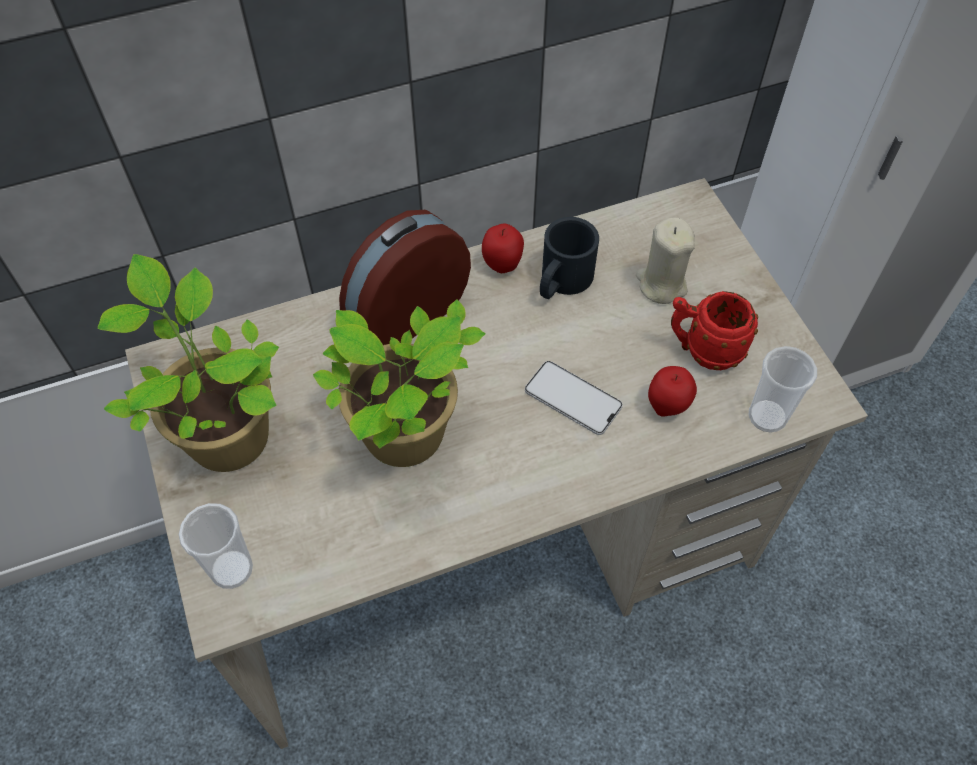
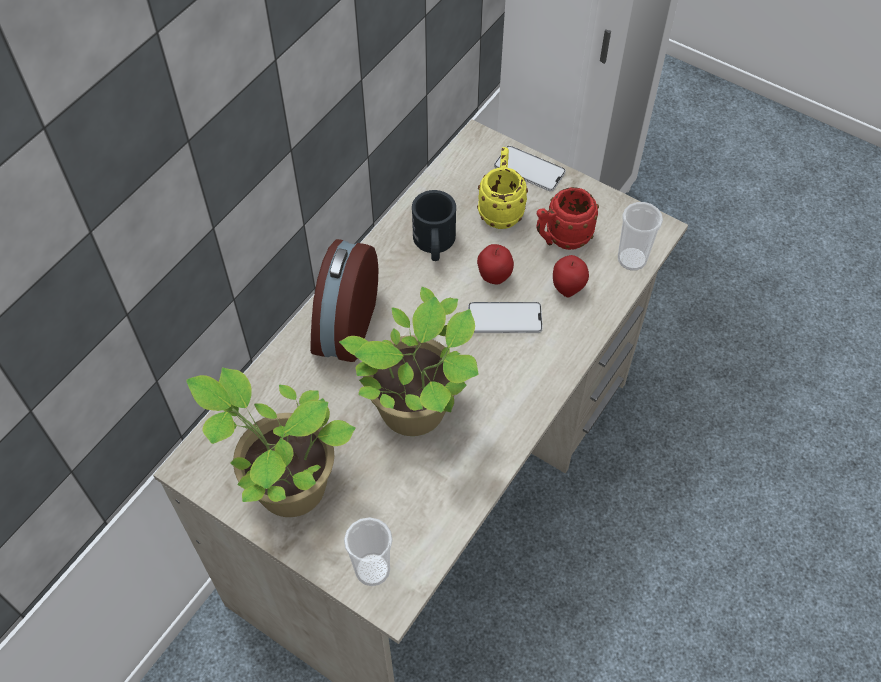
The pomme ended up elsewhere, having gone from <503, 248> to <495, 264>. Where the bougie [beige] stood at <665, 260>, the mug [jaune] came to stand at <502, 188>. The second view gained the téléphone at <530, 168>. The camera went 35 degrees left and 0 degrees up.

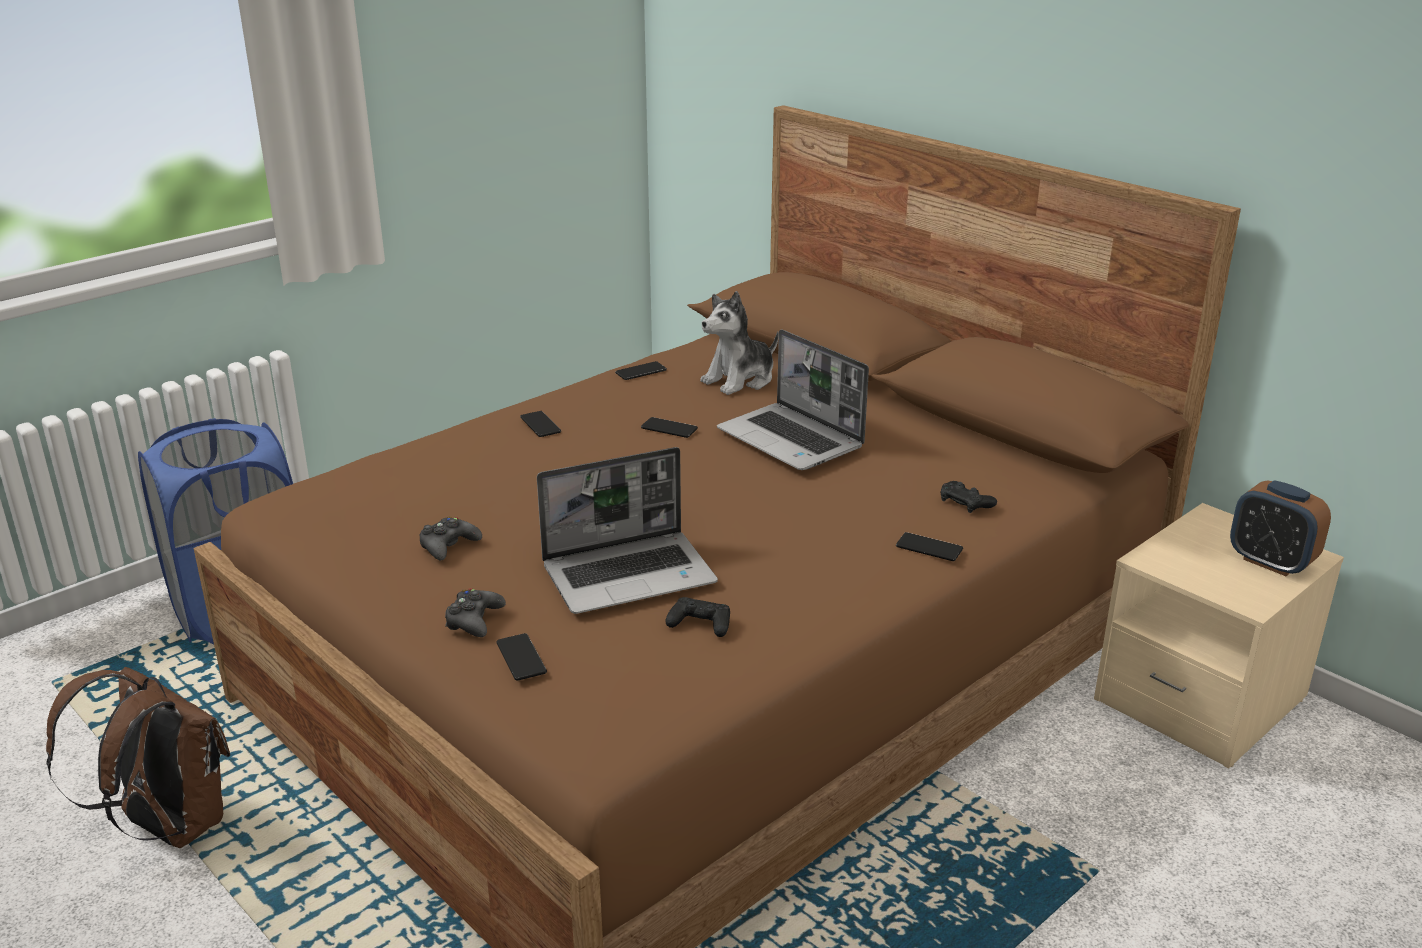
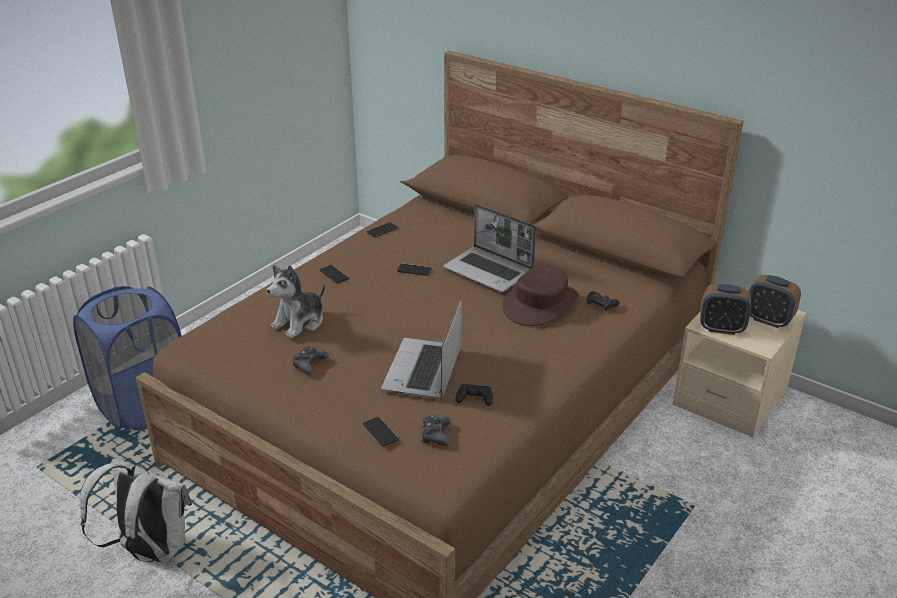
What was the sac à dos [marron] at <138, 757> turned into the sac à dos [blanc] at <136, 510>. The manette [noir] ended up elsewhere, having gone from <475, 613> to <436, 430>. The ordinateur portable at <627, 530> ended up facing another way, 135 degrees clockwise from before. The peluche ended up elsewhere, having gone from <739, 343> to <296, 302>. The second view lost the téléphone at <929, 546>. The second view gained the chapeau [marron] at <540, 295>. The second view gained the réveil at <725, 309>. The camera went 10 degrees left and 5 degrees up.

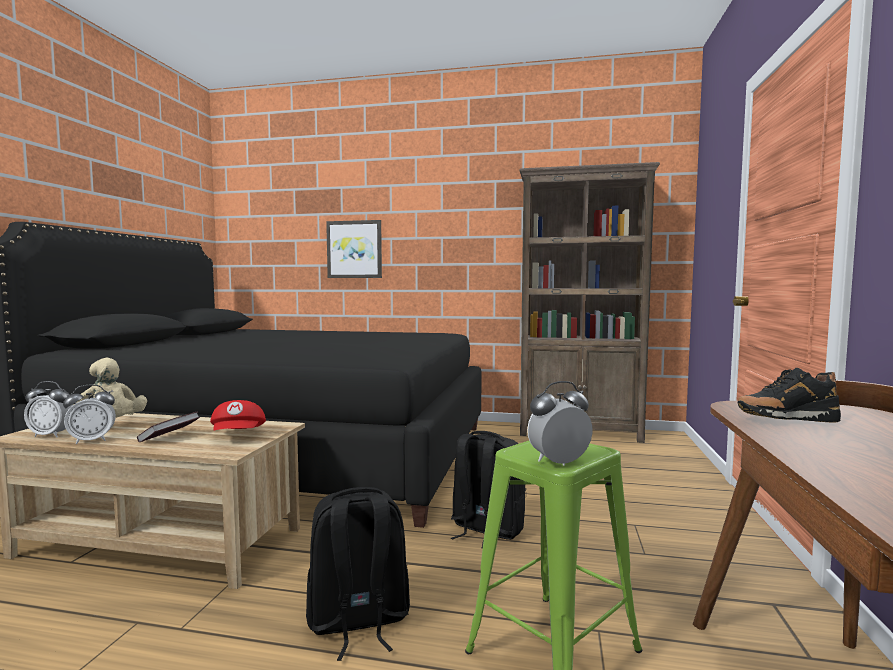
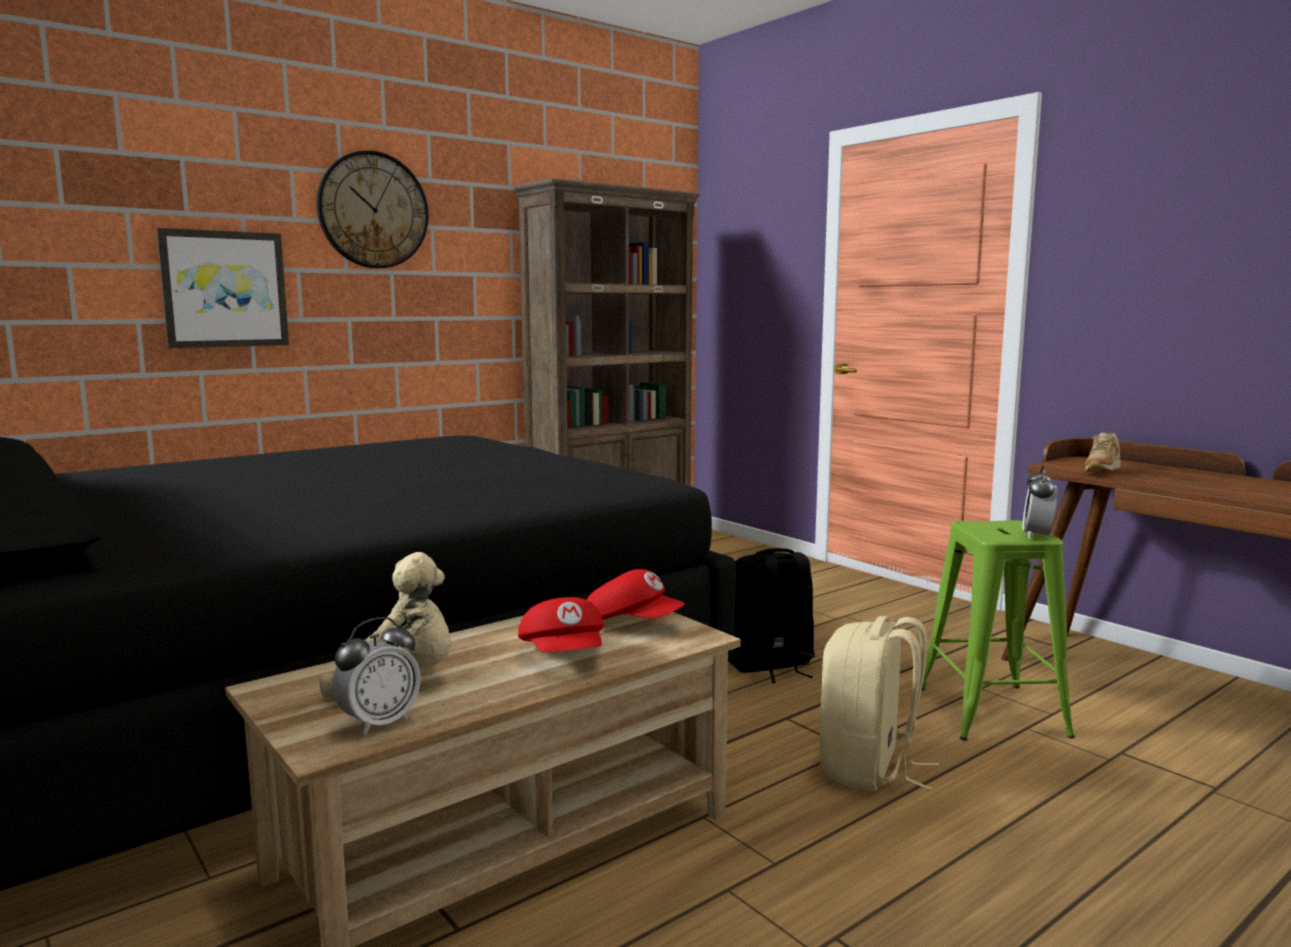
The second view lost the réveil at <89, 414>. Where the livre stood at <168, 427>, the casquette [rouge] came to stand at <561, 624>. What was the sac à dos [noir] at <358, 574> turned into the sac à dos [beige] at <879, 704>. What was the chaussure [noir] at <789, 395> turned into the chaussure [beige] at <1103, 452>. The second view gained the horloge murale at <372, 209>. The camera went 50 degrees left and 5 degrees up.

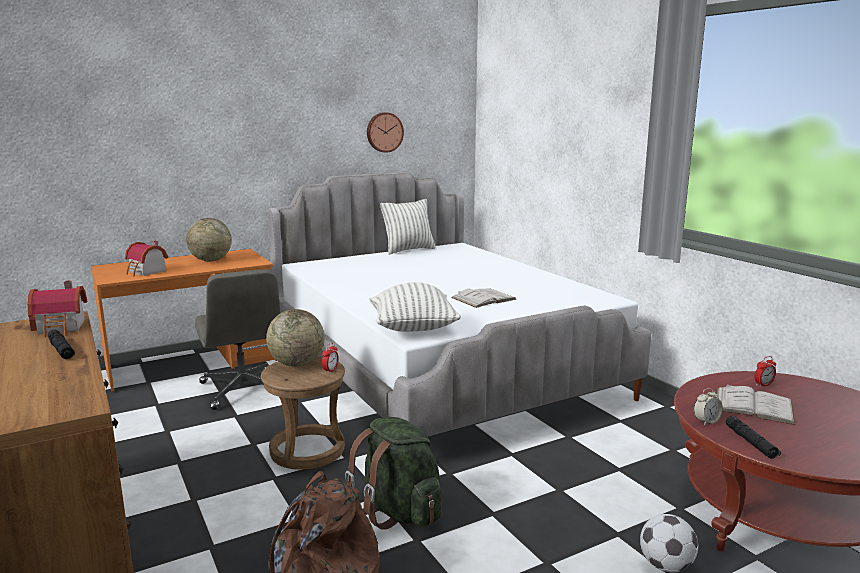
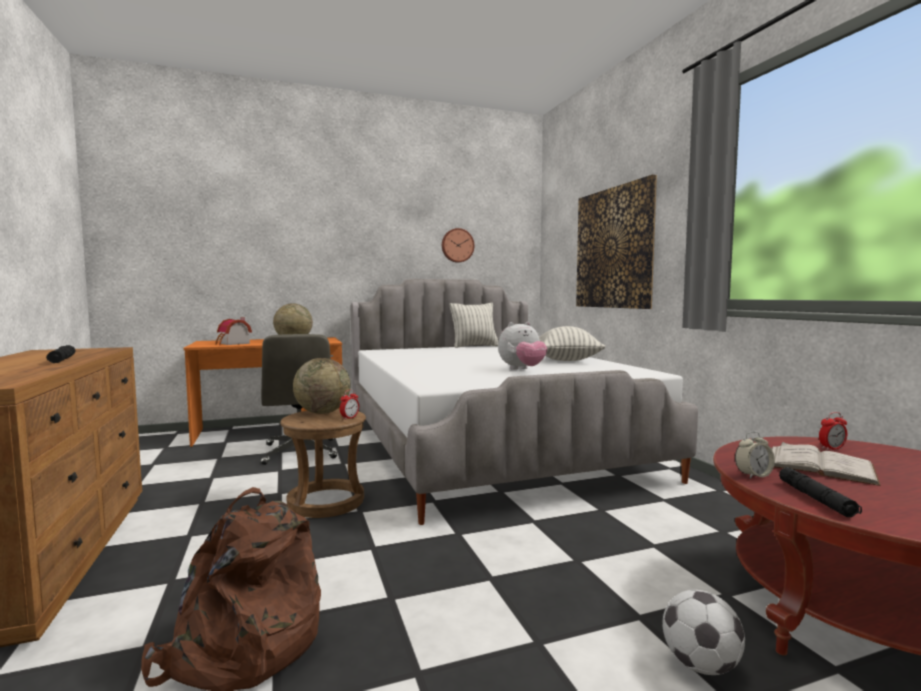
The second view lost the maison miniature at <57, 308>. The second view lost the sac à dos [vert] at <393, 473>. The coussin ended up elsewhere, having gone from <415, 307> to <572, 343>. Where the livre [blanc] stood at <483, 298>, the peluche came to stand at <522, 346>. The second view gained the tableau at <616, 241>. The camera went 10 degrees right and 10 degrees down.

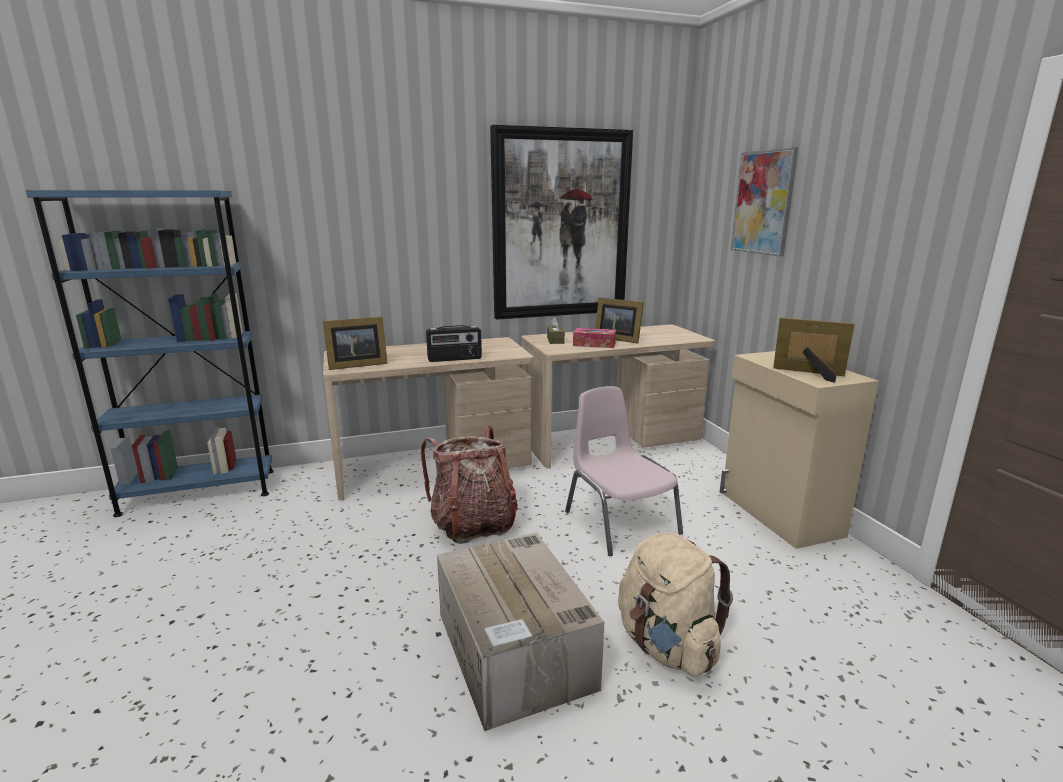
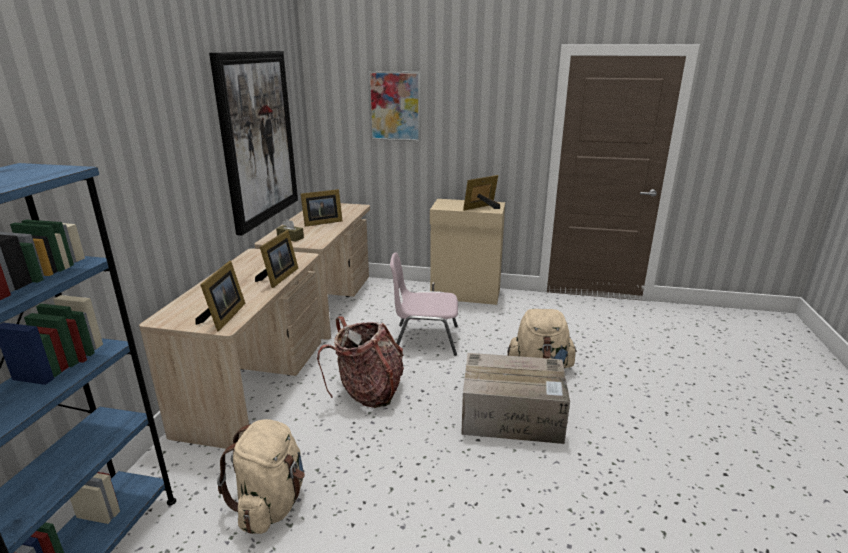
Where the radio stood at <454, 343>, the cadre photo came to stand at <276, 259>. The second view lost the boîte à mouchoirs at <594, 338>. The second view gained the sac à dos [beige] at <261, 476>. The camera went 60 degrees left and 5 degrees up.

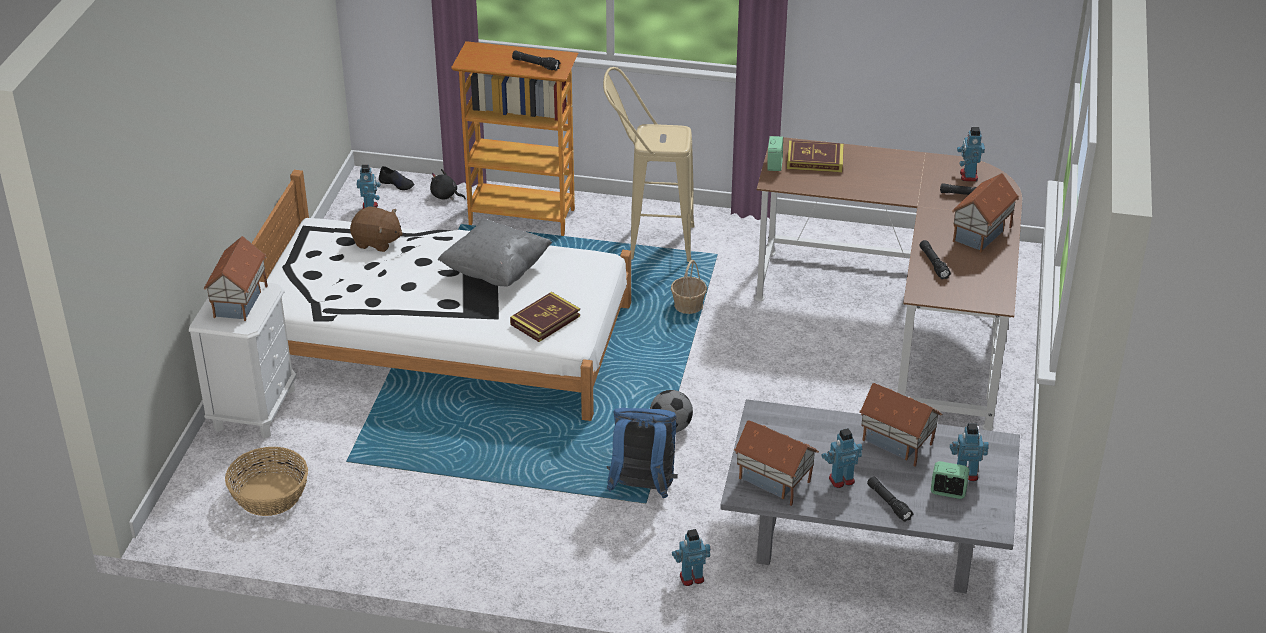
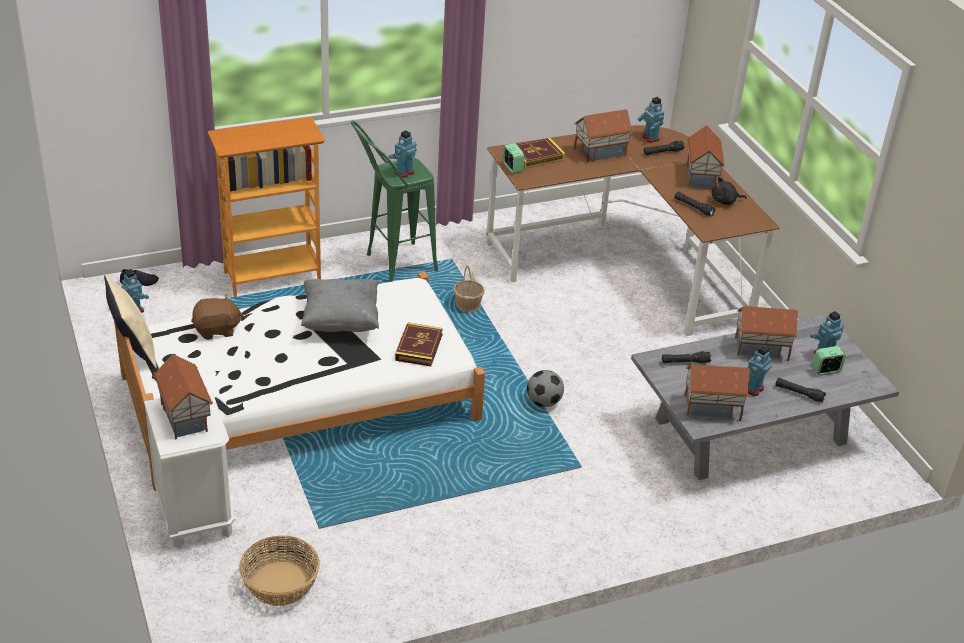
The peluche [noir] ended up elsewhere, having gone from <448, 184> to <729, 191>. The lampe de poche [noir] ended up elsewhere, having gone from <536, 61> to <686, 357>. What was the tabouret [beige] at <648, 164> turned into the tabouret [vert] at <394, 201>. The second view lost the sac à dos [bleu] at <642, 453>. The robot jouet ended up elsewhere, having gone from <691, 557> to <402, 154>. The second view gained the coussin [beige] at <130, 322>. The second view gained the maison miniature at <603, 136>. The camera went 35 degrees left and 0 degrees up.

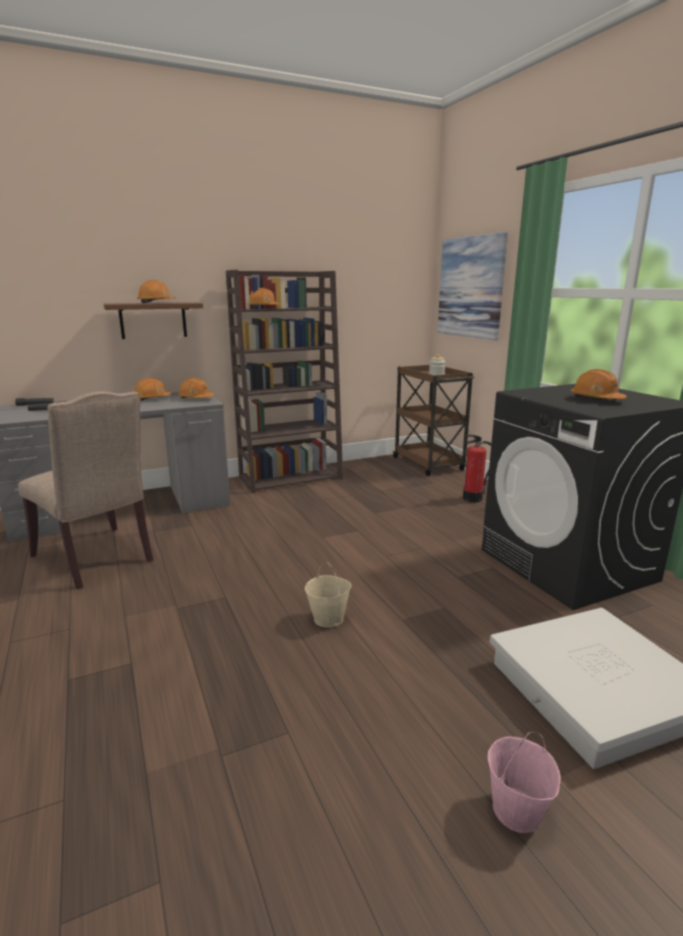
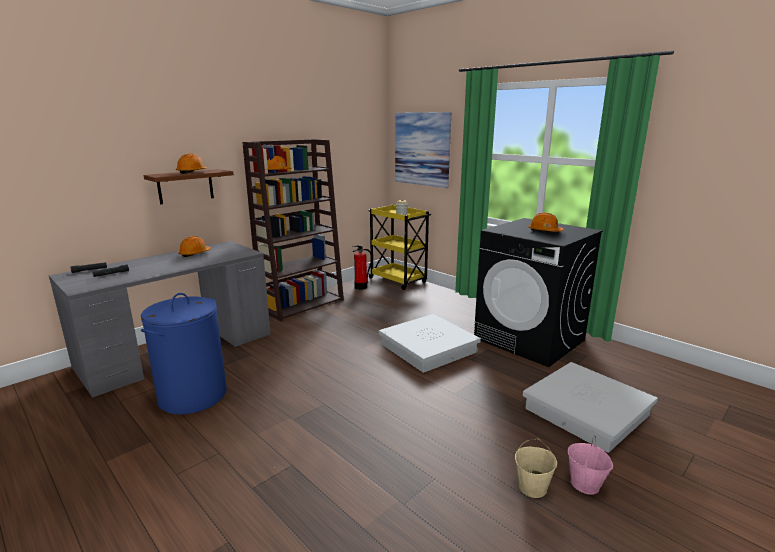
Where the chaise [beige] stood at <86, 490>, the panier à linge [bleu] came to stand at <184, 353>. The second view lost the casque de chantier [orange] at <196, 388>. The seau [beige] ended up elsewhere, having gone from <328, 594> to <536, 468>. What was the chariot [marron] at <433, 420> turned into the chariot [jaune] at <399, 247>. The extincteur ended up elsewhere, having gone from <477, 469> to <362, 267>. The second view gained the boîte de rangement [blanc] at <430, 343>. The camera went 20 degrees left and 0 degrees up.

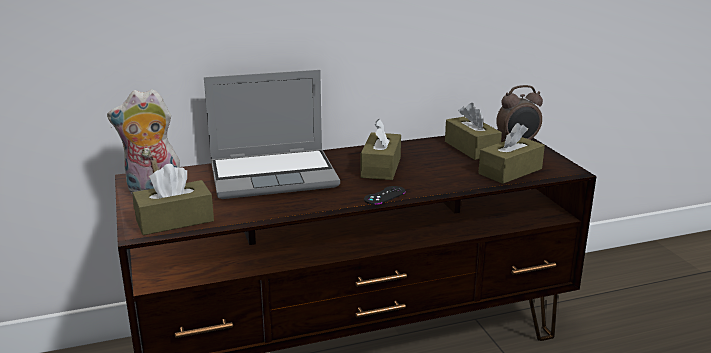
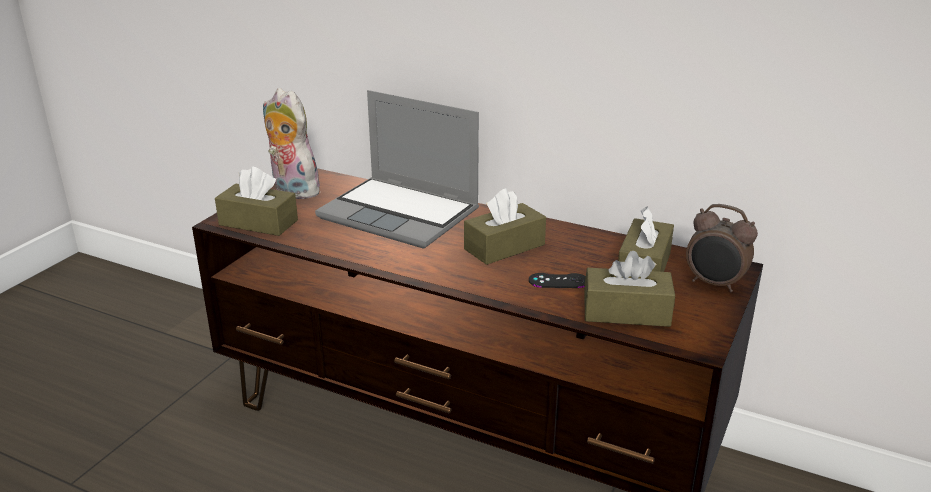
The manette [noir] ended up elsewhere, having gone from <384, 195> to <557, 280>. The camera went 45 degrees right and 5 degrees up.

